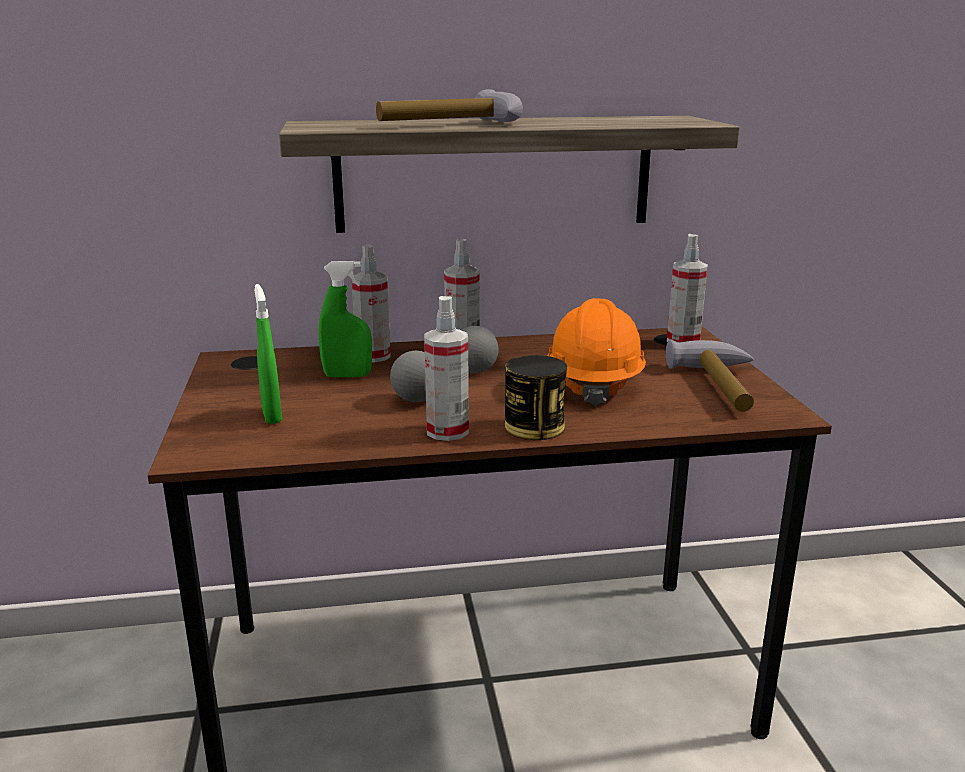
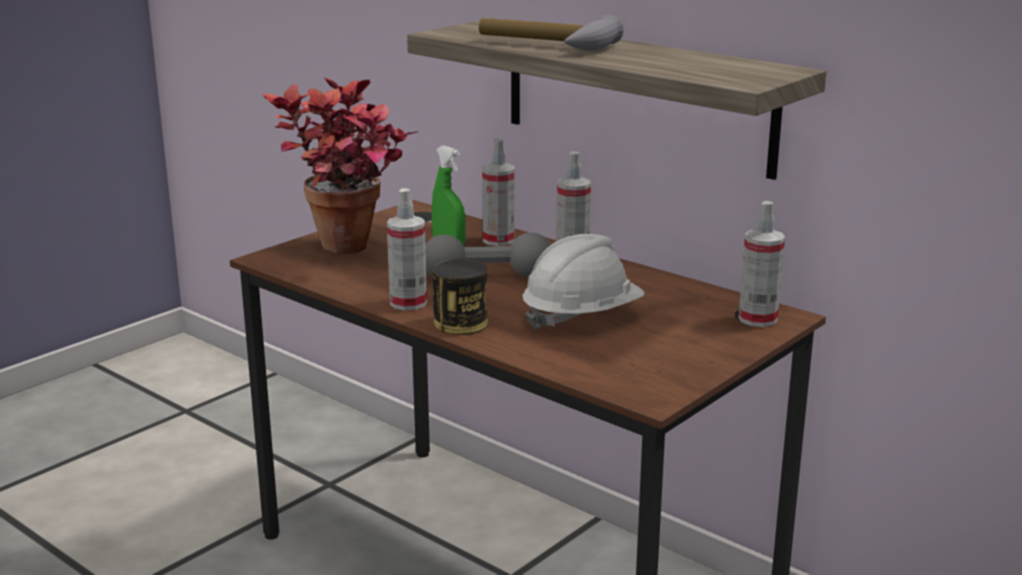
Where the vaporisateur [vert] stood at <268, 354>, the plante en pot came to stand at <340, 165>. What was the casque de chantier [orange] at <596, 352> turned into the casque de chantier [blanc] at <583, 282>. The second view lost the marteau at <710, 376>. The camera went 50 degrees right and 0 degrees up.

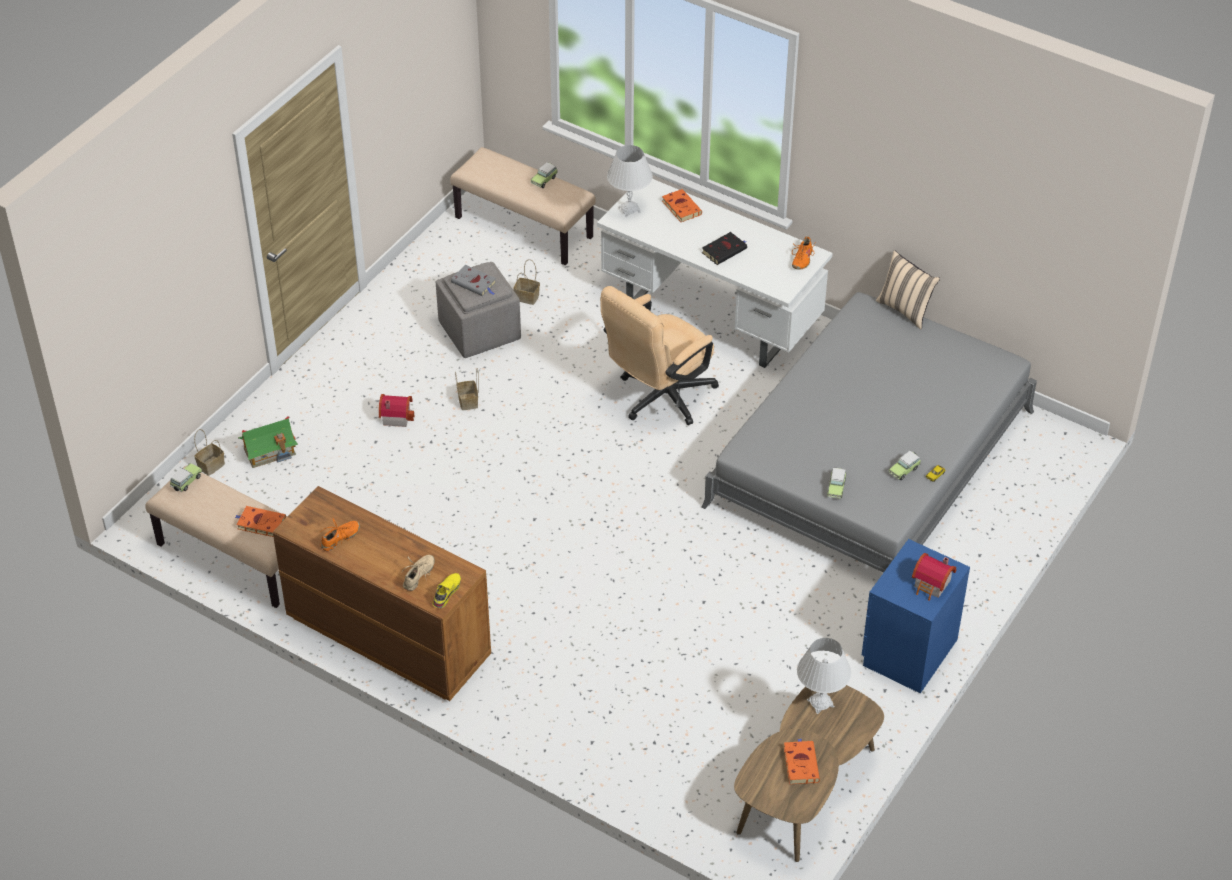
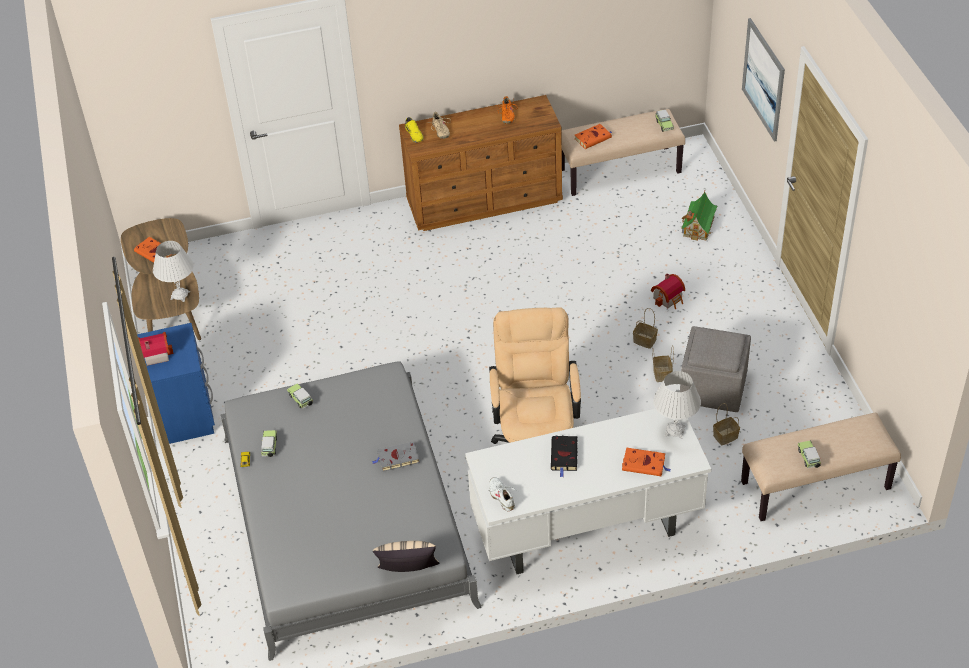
The panier ended up elsewhere, having gone from <209, 452> to <663, 363>. The livre [gris] ended up elsewhere, having gone from <473, 280> to <396, 456>. What was the chaussure [orange] at <803, 253> turned into the chaussure [blanc] at <503, 494>. The second view gained the tableau at <763, 80>. The camera went 135 degrees right and 0 degrees up.

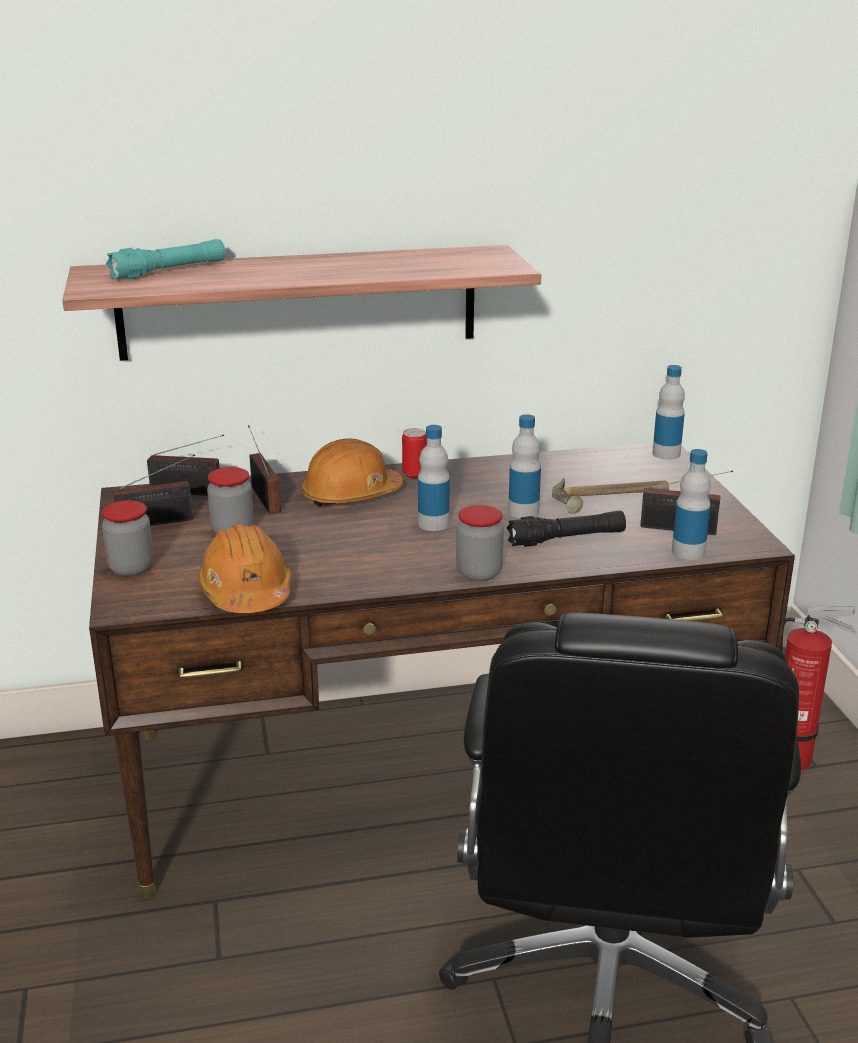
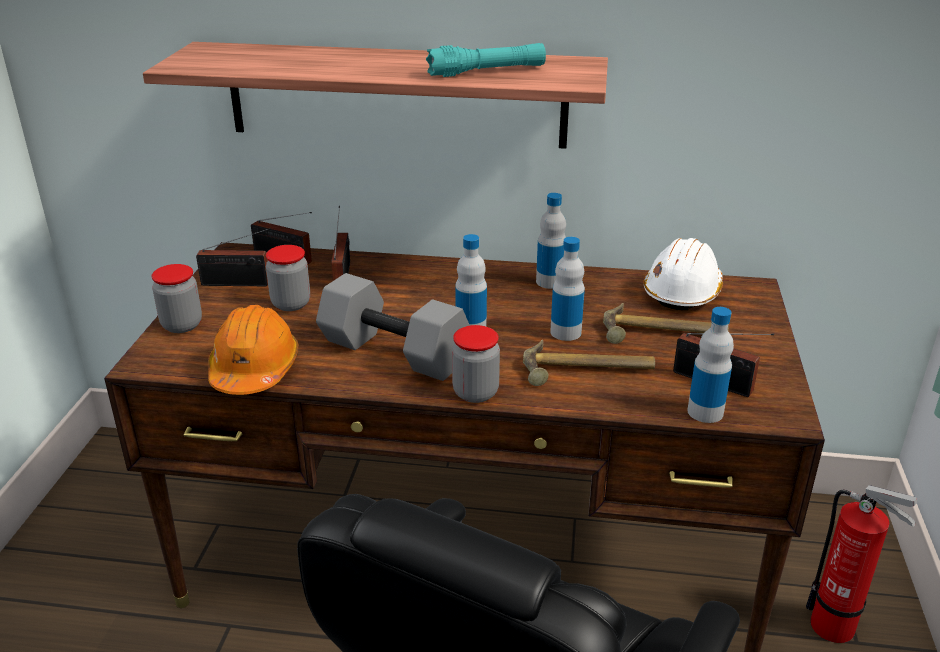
The lampe de poche [turquoise] ended up elsewhere, having gone from <165, 259> to <486, 60>. The second view lost the casque de chantier [orange] at <352, 472>. The second view lost the boîte métallique at <414, 453>. Where the lampe de poche [noir] stood at <566, 529>, the marteau came to stand at <589, 363>. The bouteille ended up elsewhere, having gone from <668, 412> to <551, 241>. The second view gained the haltère [gris] at <393, 327>. The second view gained the casque de chantier [blanc] at <683, 274>. The camera went 20 degrees right and 5 degrees up.

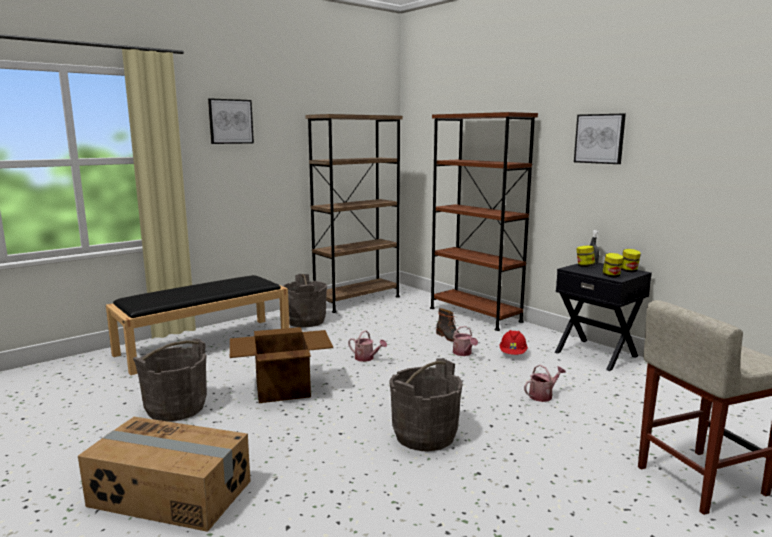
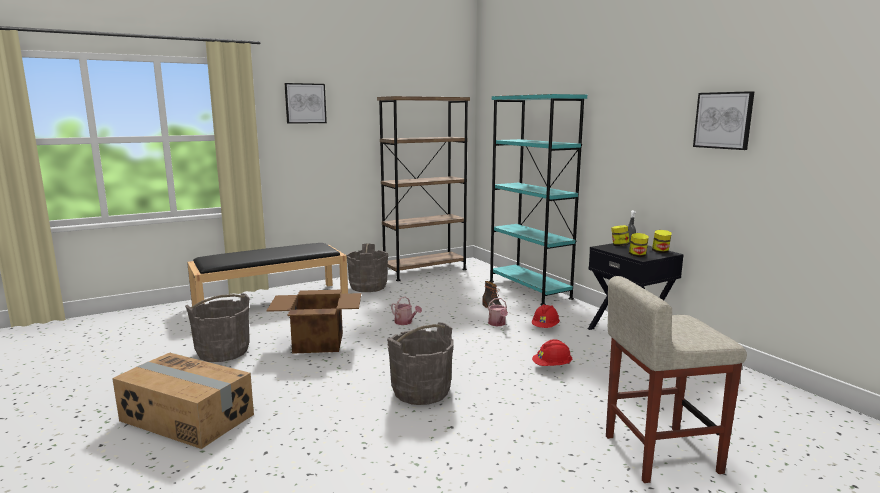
What was the bibliothèque [marron] at <484, 221> turned into the bibliothèque [turquoise] at <538, 200>. Where the arrosoir stood at <545, 383>, the casque de chantier [rouge] came to stand at <552, 352>. The tableau ended up elsewhere, having gone from <600, 139> to <724, 120>. The camera went 10 degrees right and 0 degrees up.

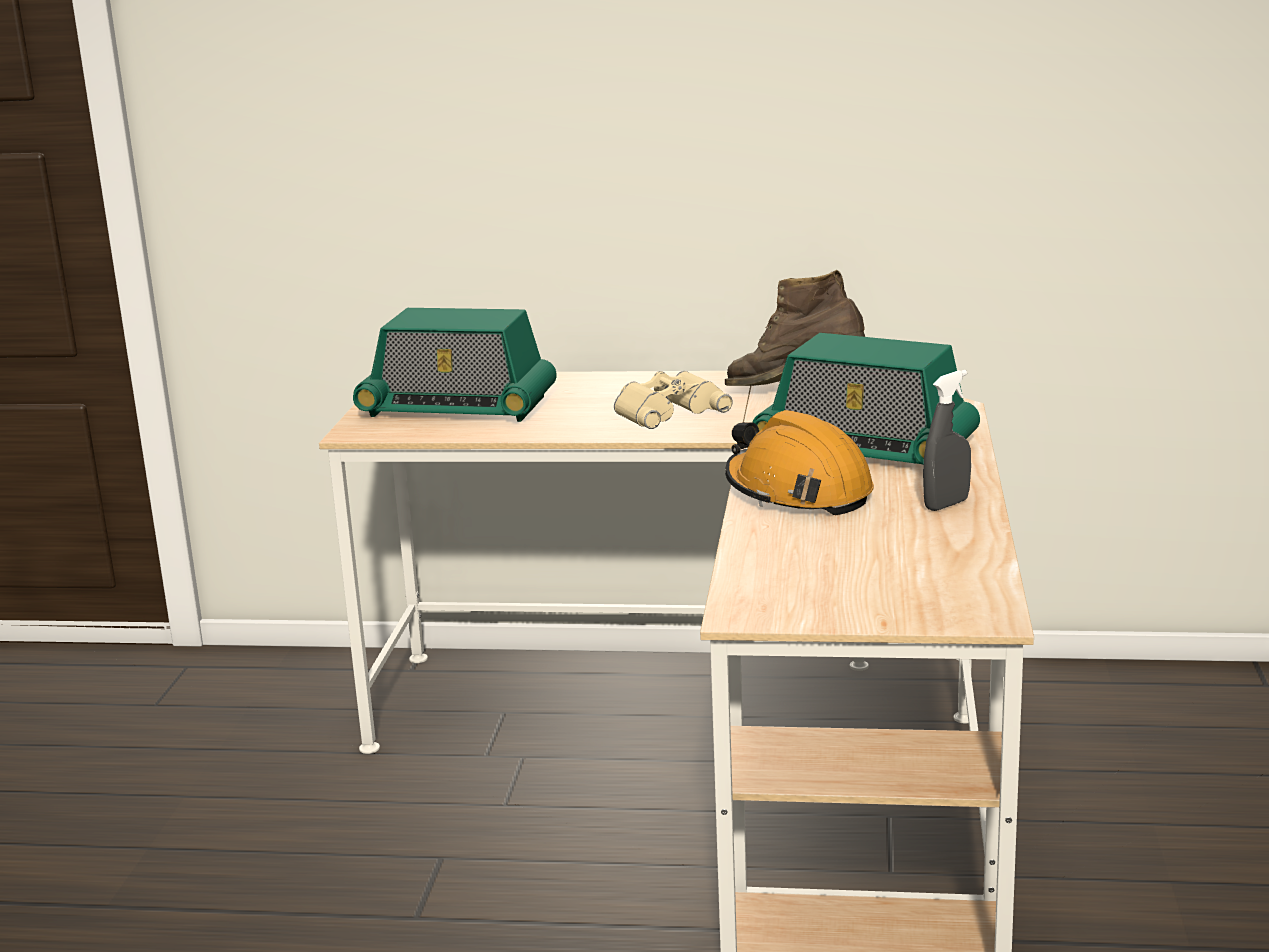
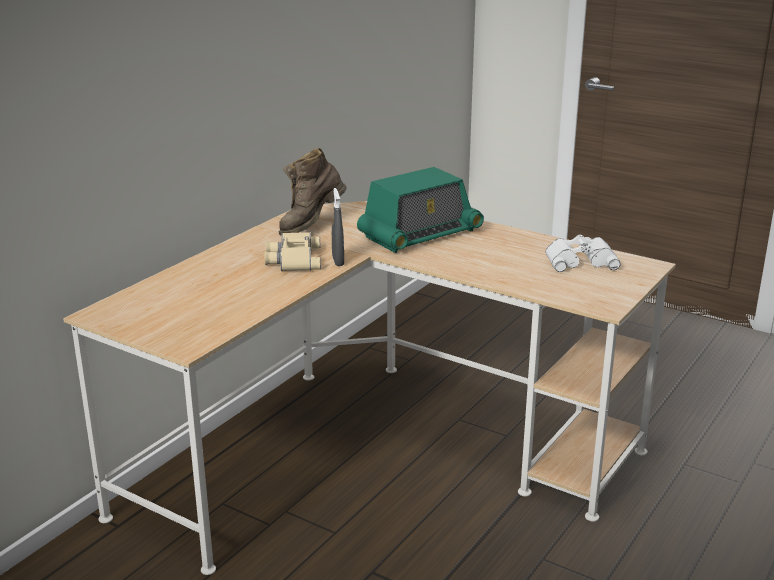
The second view lost the radio at <455, 365>. The second view lost the casque de chantier [orange] at <799, 462>. The vaporisateur [gris] ended up elsewhere, having gone from <947, 440> to <338, 227>. The second view gained the jumelles [blanc] at <583, 253>. The camera went 65 degrees left and 5 degrees up.

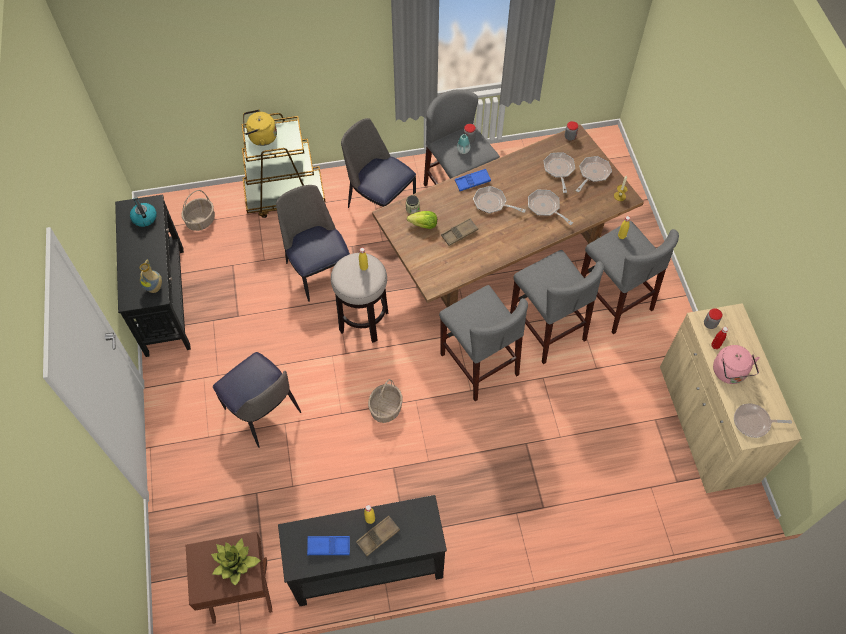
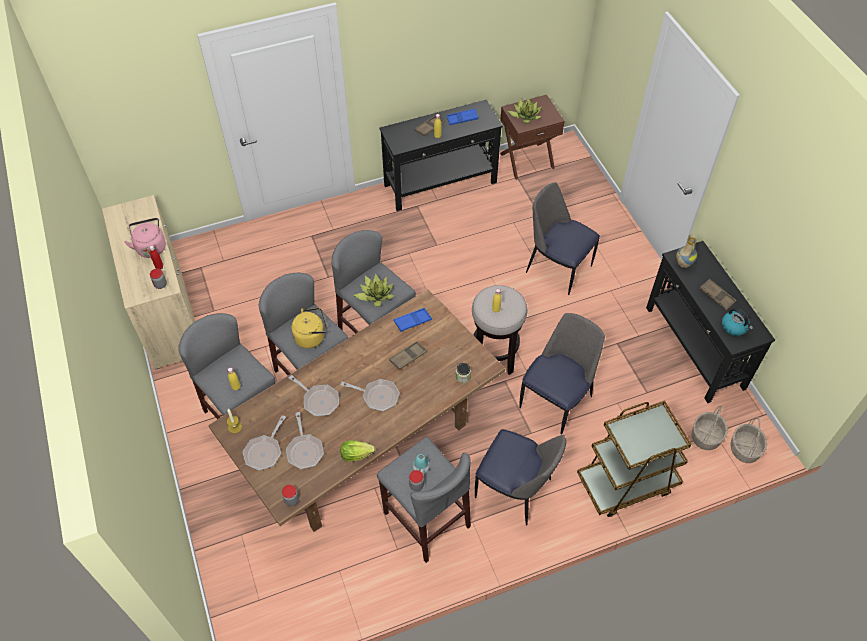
The bouilloire [jaune] ended up elsewhere, having gone from <260, 127> to <309, 328>. The chaise at <313, 243> ended up facing another way, 105 degrees counterclockwise from before. The panier ended up elsewhere, having gone from <385, 401> to <748, 440>. The laitue ended up elsewhere, having gone from <422, 220> to <357, 451>. The plateau [bleu] ended up elsewhere, having gone from <473, 180> to <413, 320>. The second view lost the poêle at <763, 421>. The second view gained the plante en pot at <374, 290>. The second view gained the plateau [marron] at <718, 294>. The camera went 170 degrees right and 5 degrees down.

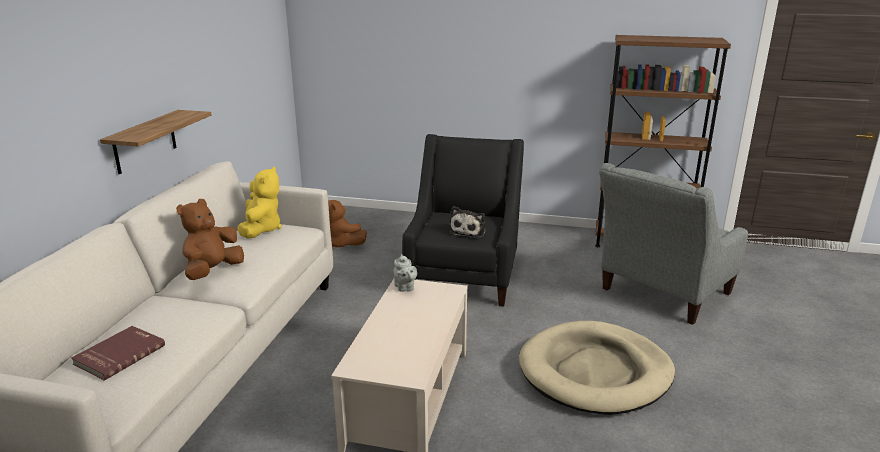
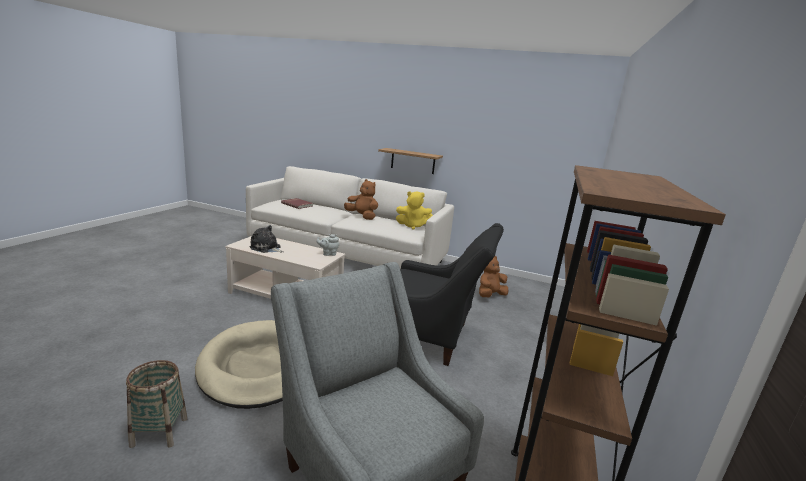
The peluche ended up elsewhere, having gone from <467, 222> to <267, 239>. The second view gained the panier at <156, 404>. The camera went 95 degrees right and 5 degrees down.

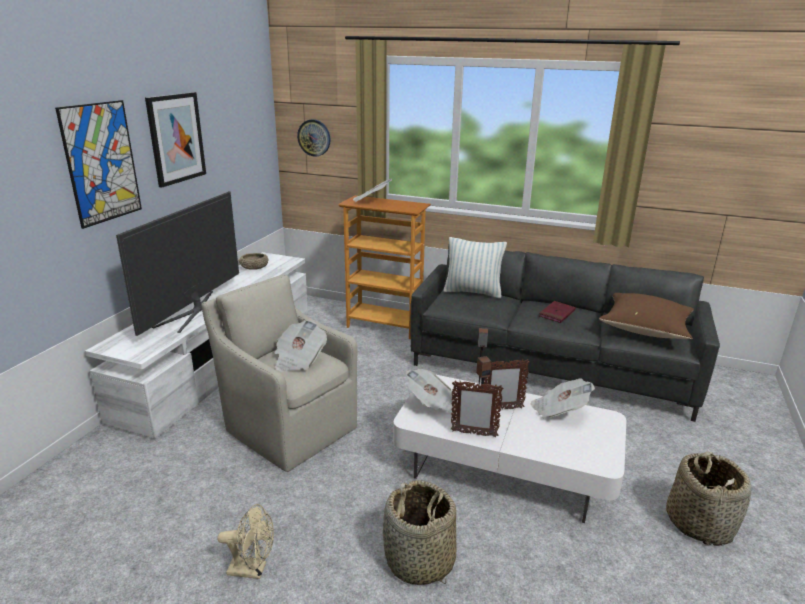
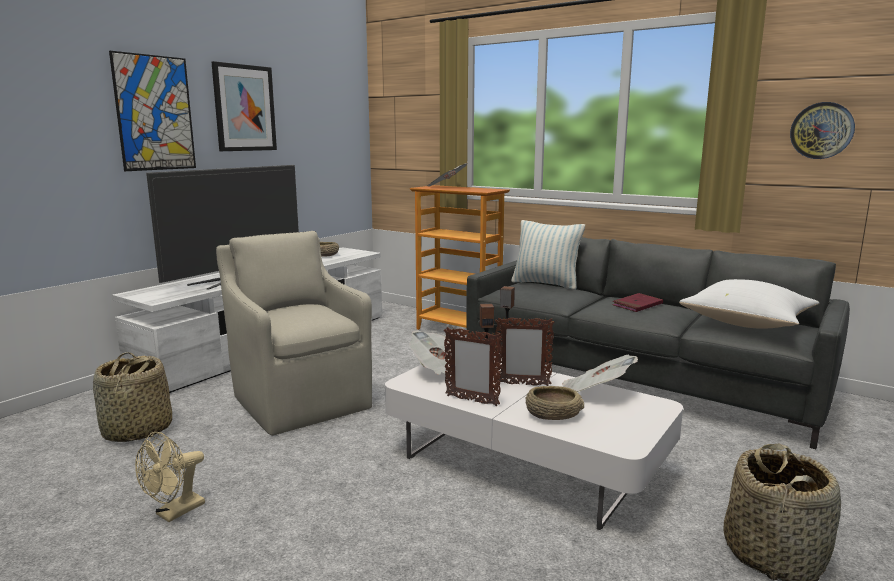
The ventilateur [beige] at <245, 541> ended up facing another way, 105 degrees clockwise from before. The second view lost the journal at <300, 346>. The horloge murale ended up elsewhere, having gone from <314, 138> to <822, 130>. The panier ended up elsewhere, having gone from <419, 532> to <132, 397>. What was the coussin [marron] at <646, 316> turned into the coussin [blanc] at <749, 304>. The second view gained the bol [beige] at <554, 403>. The camera went 15 degrees right and 10 degrees down.

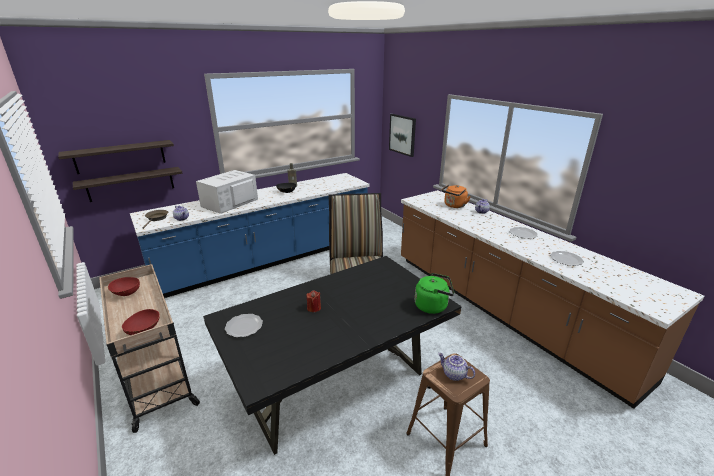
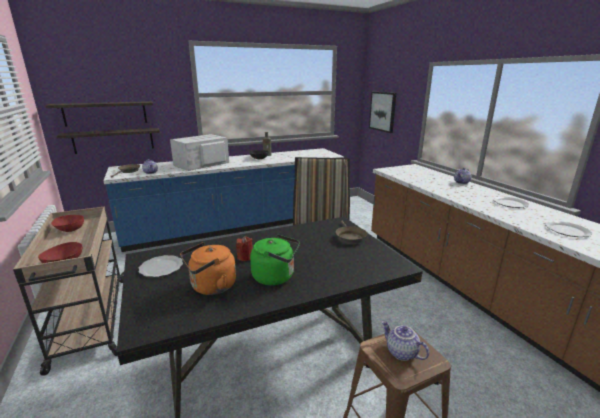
The bouilloire [vert] ended up elsewhere, having gone from <434, 293> to <275, 259>. The bouilloire [orange] ended up elsewhere, having gone from <456, 196> to <208, 268>. The second view gained the poêle [marron] at <351, 232>. The camera went 10 degrees right and 5 degrees down.

